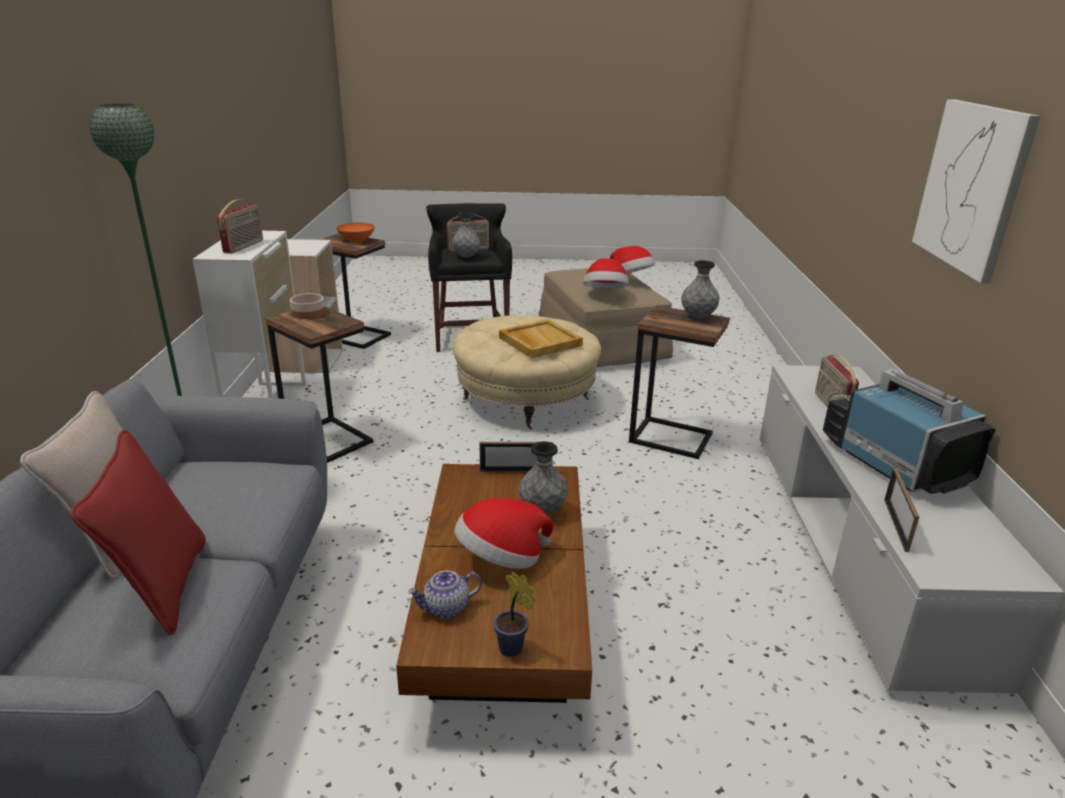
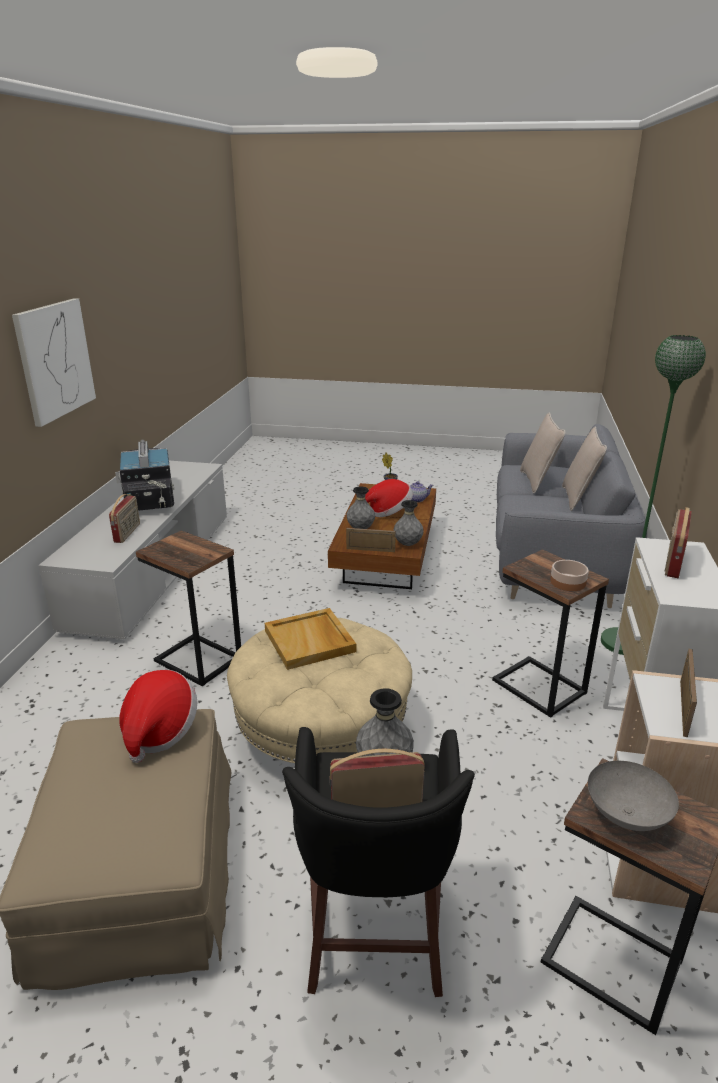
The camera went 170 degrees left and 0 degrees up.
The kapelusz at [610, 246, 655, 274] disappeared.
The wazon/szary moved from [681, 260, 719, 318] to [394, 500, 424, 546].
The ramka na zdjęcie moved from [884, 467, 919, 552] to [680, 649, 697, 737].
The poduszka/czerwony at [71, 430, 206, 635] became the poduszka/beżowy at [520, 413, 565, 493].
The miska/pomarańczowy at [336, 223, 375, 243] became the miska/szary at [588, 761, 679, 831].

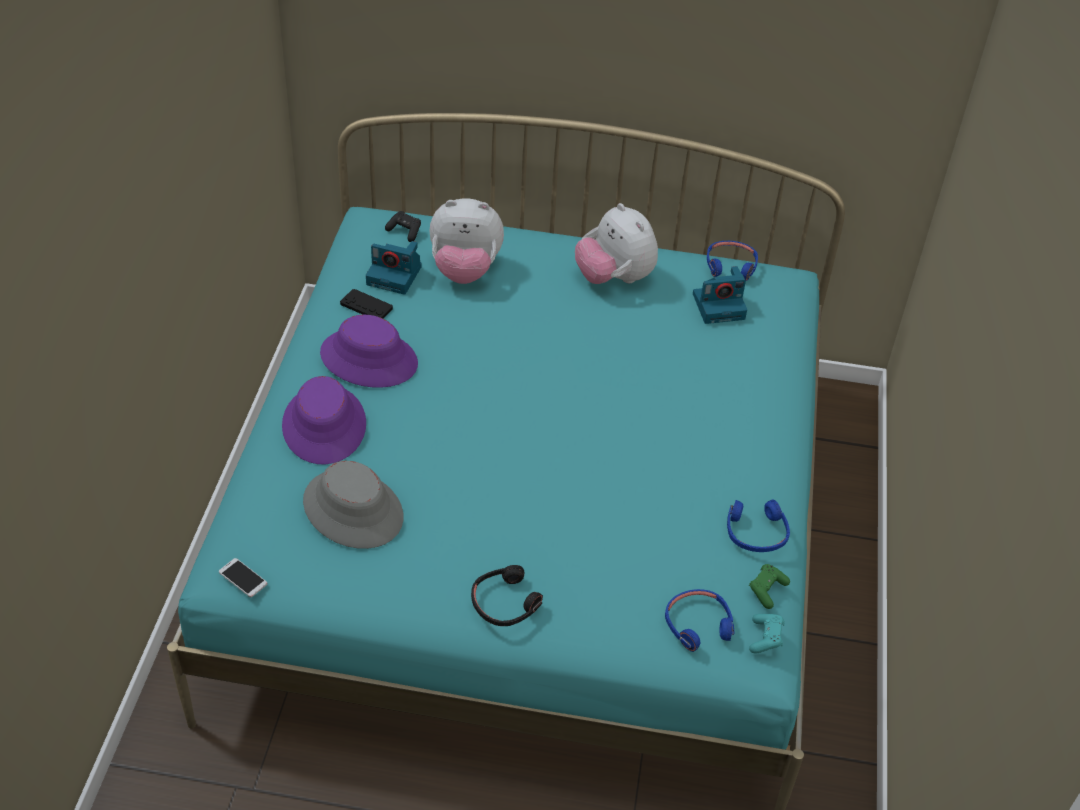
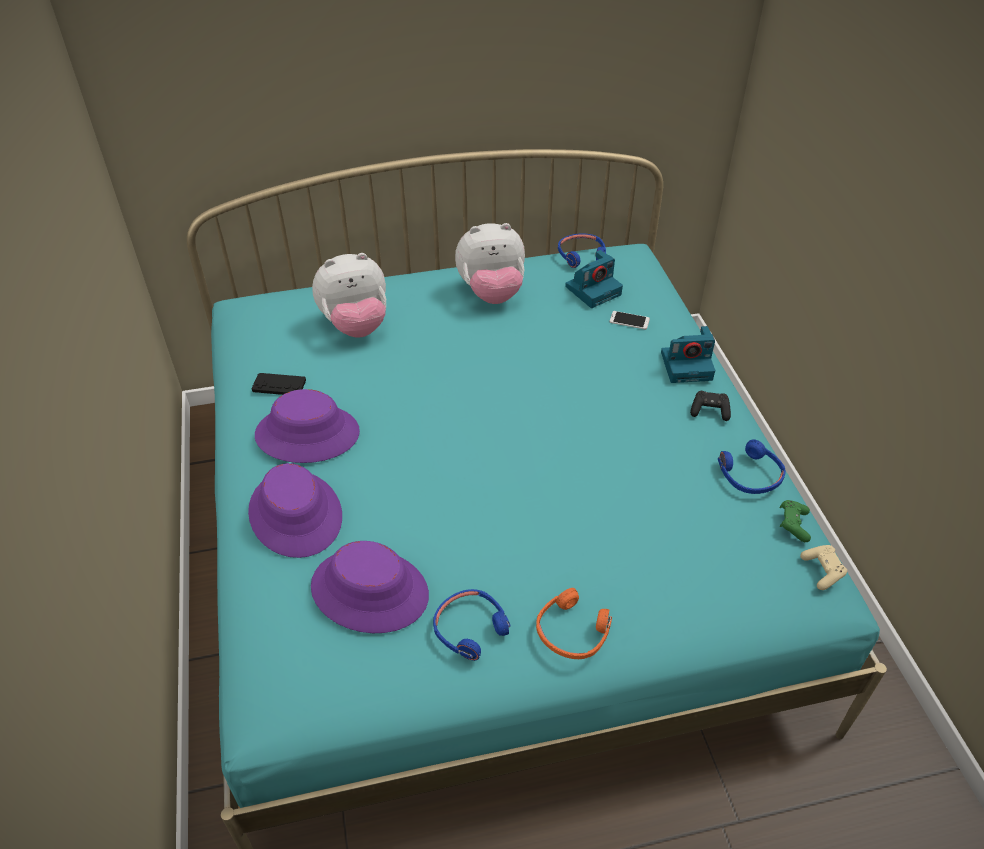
The camera went 20 degrees left and 0 degrees up.
The telefon moved from [219, 558, 267, 597] to [610, 311, 650, 329].
The aparat fotograficzny moved from [366, 241, 422, 295] to [661, 326, 715, 383].
The pad do gier/czarny moved from [385, 211, 421, 242] to [690, 391, 731, 421].
The słuchawki/niebieski moved from [665, 589, 734, 652] to [433, 589, 511, 661].
The kapelusz/szary at [303, 461, 403, 549] became the kapelusz/fioletowy at [311, 541, 429, 633].
The słuchawki/czarny at [471, 565, 543, 626] became the słuchawki/pomarańczowy at [536, 588, 612, 659].
The pad do gier/turkusowy at [749, 614, 784, 654] became the pad do gier/beżowy at [800, 545, 847, 590].
The pluszak at [575, 203, 658, 284] turned 45 degrees counterclockwise.

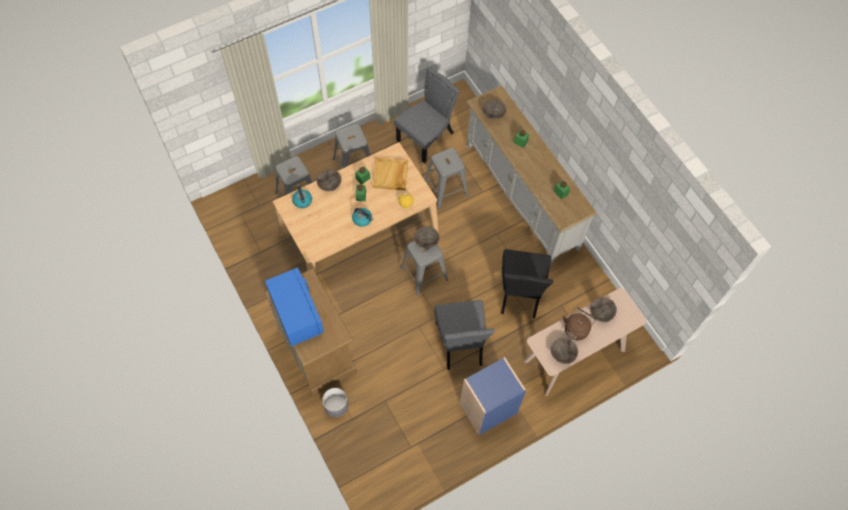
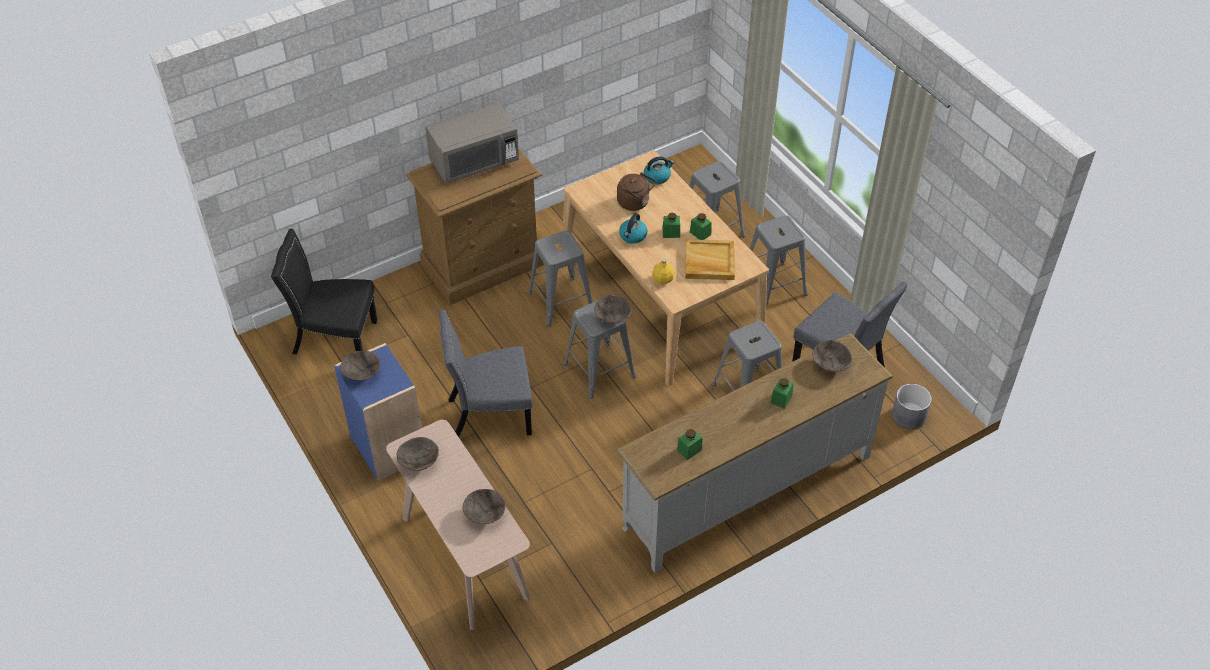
The camera went 90 degrees right and 15 degrees down.
The stołek/szary at [528, 231, 593, 327] appeared.
The miska/brązowy moved from [317, 170, 342, 191] to [340, 351, 380, 380].
The donica/szary moved from [322, 388, 348, 417] to [892, 384, 932, 429].
The krzesło/czarny moved from [501, 249, 553, 319] to [271, 229, 377, 354].
The czajnik/brązowy moved from [563, 307, 596, 341] to [617, 173, 656, 211].
The mikrofalówka/niebieski at [265, 267, 324, 346] became the mikrofalówka/szary at [425, 104, 519, 183].

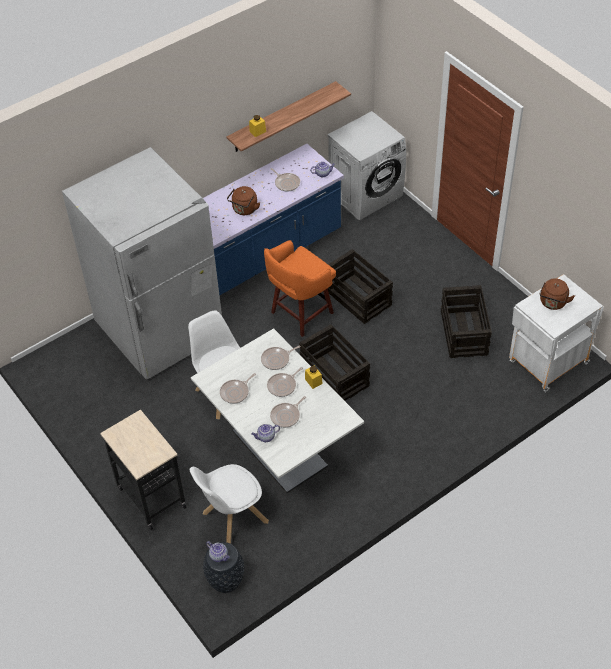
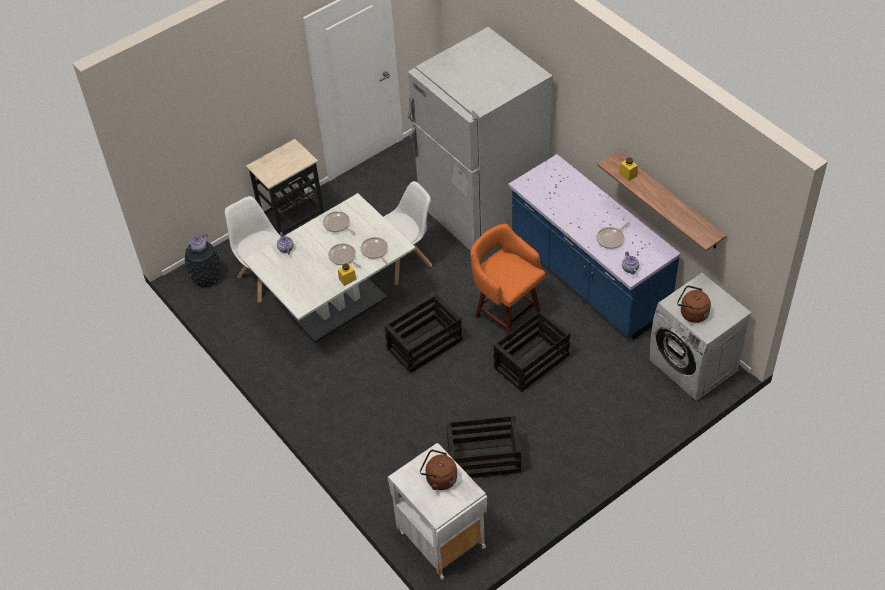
The camera went 90 degrees right and 0 degrees up.
The patelnia at [270, 396, 306, 428] disappeared.
The czajnik/brązowy moved from [227, 186, 260, 215] to [677, 285, 711, 323].

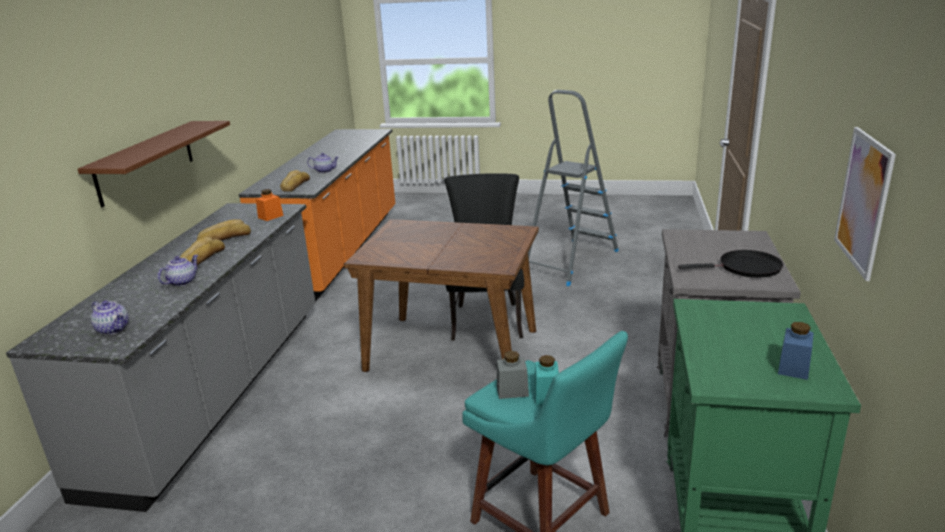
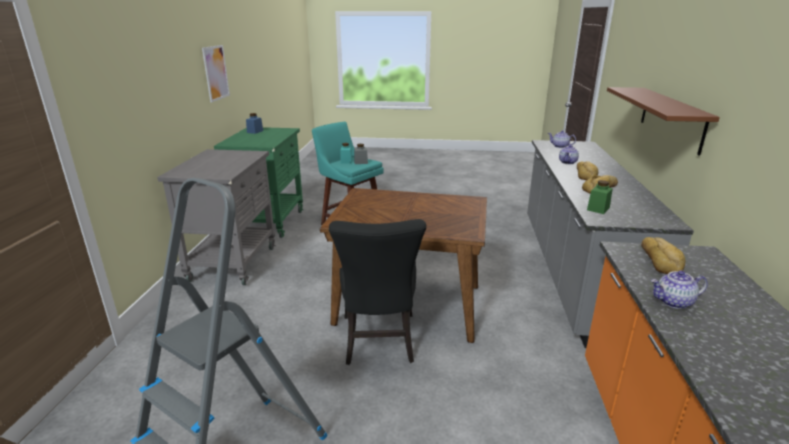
The camera went 175 degrees right and 0 degrees up.
The patelnia/czarny at [678, 250, 783, 278] disappeared.
The słoik/pomarańczowy at [256, 189, 283, 221] became the słoik/zielony at [587, 180, 613, 214].

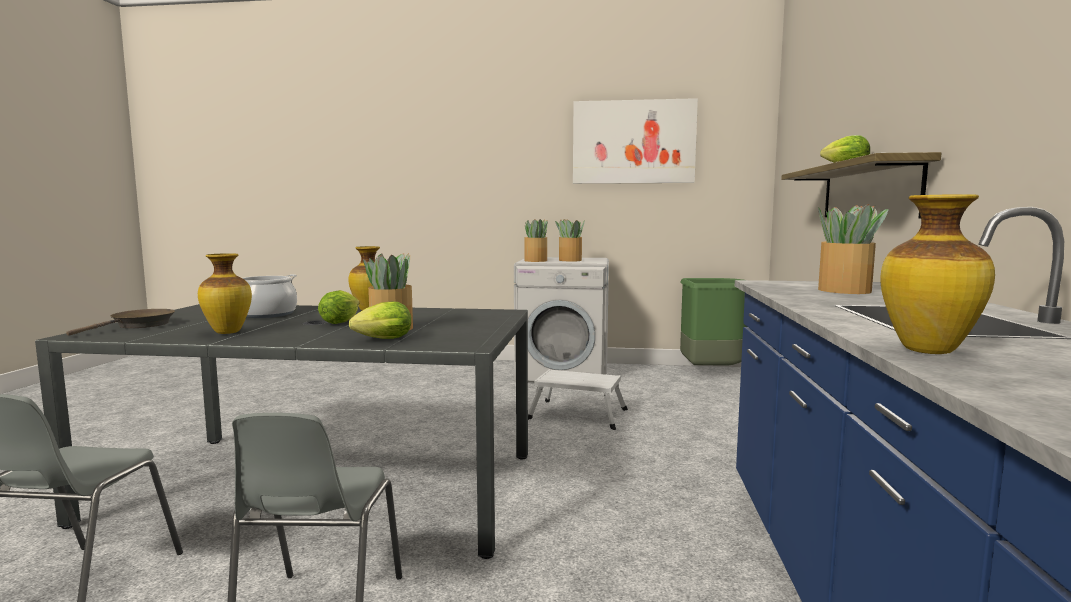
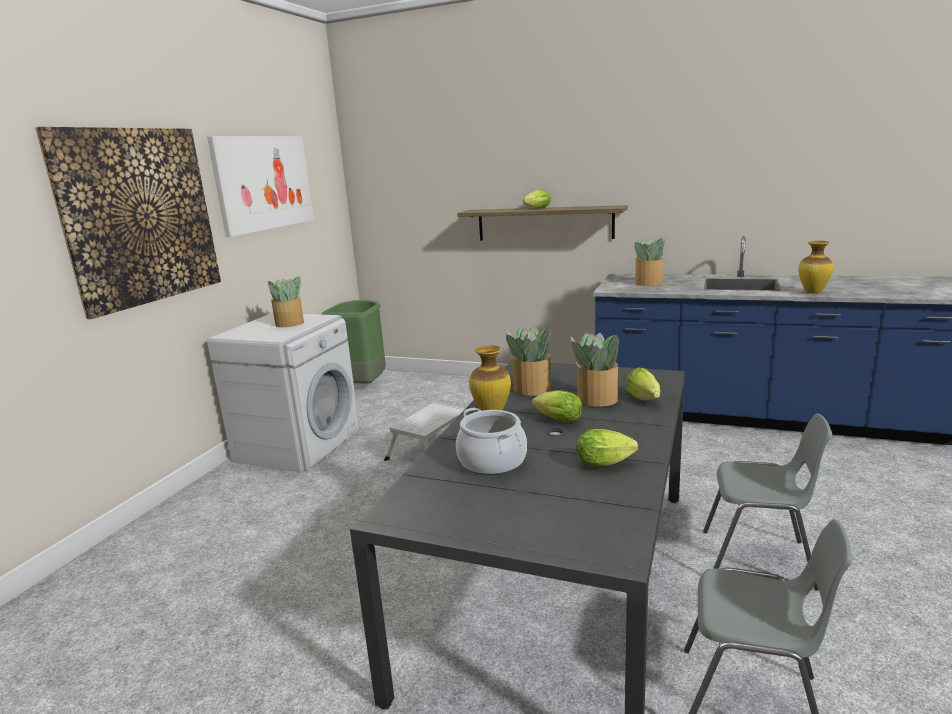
The camera went 75 degrees left and 10 degrees up.
The patelnia/brązowy at [66, 309, 175, 336] disappeared.
The obraz at [35, 127, 221, 319] appeared.
The roślina doniczkowa moved from [524, 219, 548, 262] to [506, 326, 551, 396].
The wazon at [198, 253, 252, 334] was replaced by the sałata at [577, 429, 638, 466].

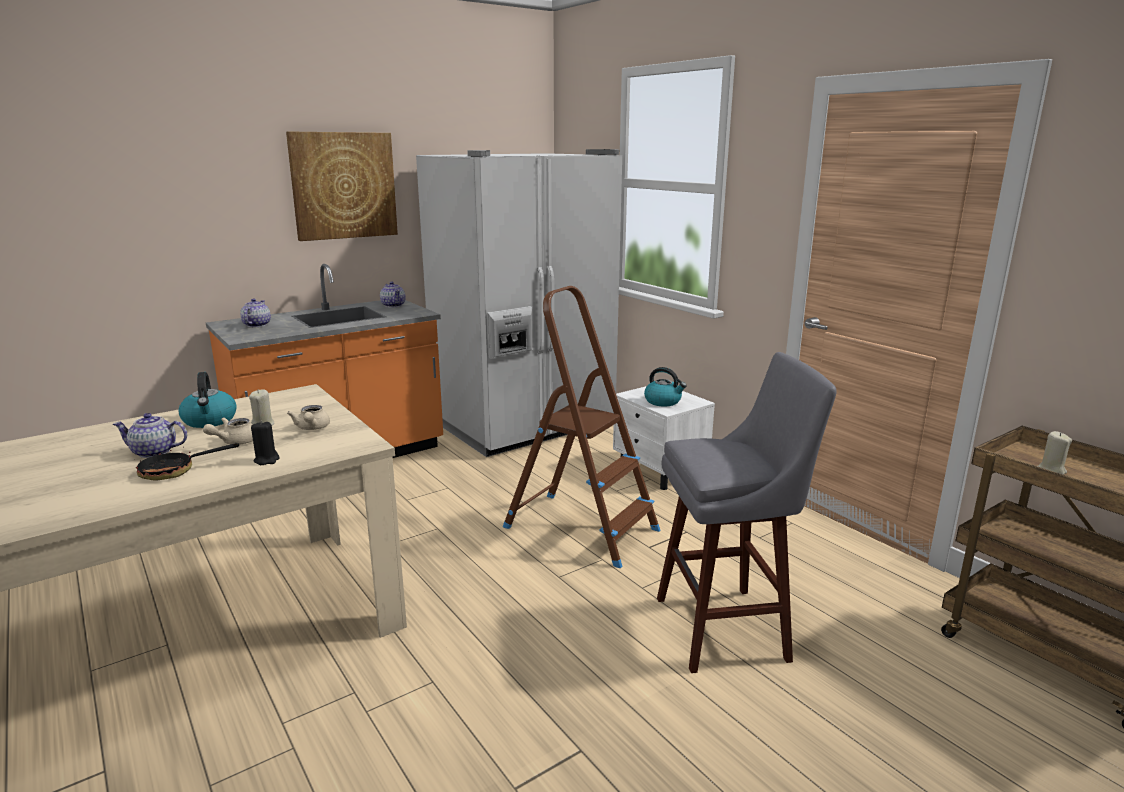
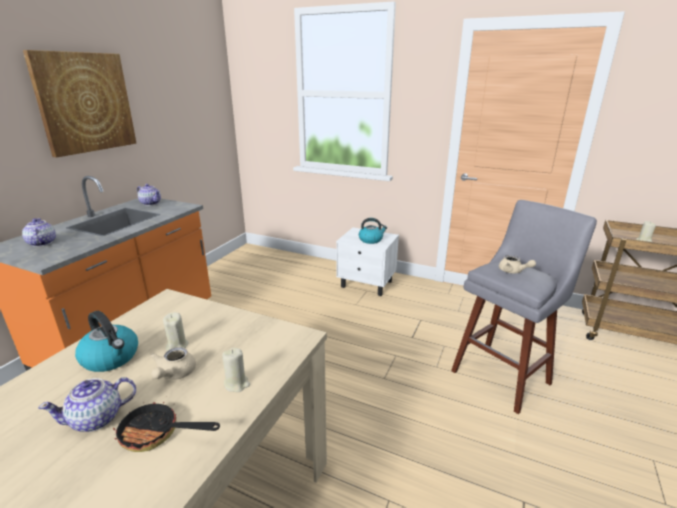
The camera went 30 degrees left and 5 degrees up.
The lodówka/biały at [416, 149, 622, 457] disappeared.
The drabinka/brązowy at [503, 286, 660, 568] disappeared.
The imbryk/beżowy moved from [287, 405, 330, 430] to [499, 255, 536, 274].
The świeca/czarny at [251, 421, 280, 465] became the świeca/beżowy at [222, 348, 250, 392].
The patelnia at [134, 442, 239, 480] turned 60 degrees clockwise.

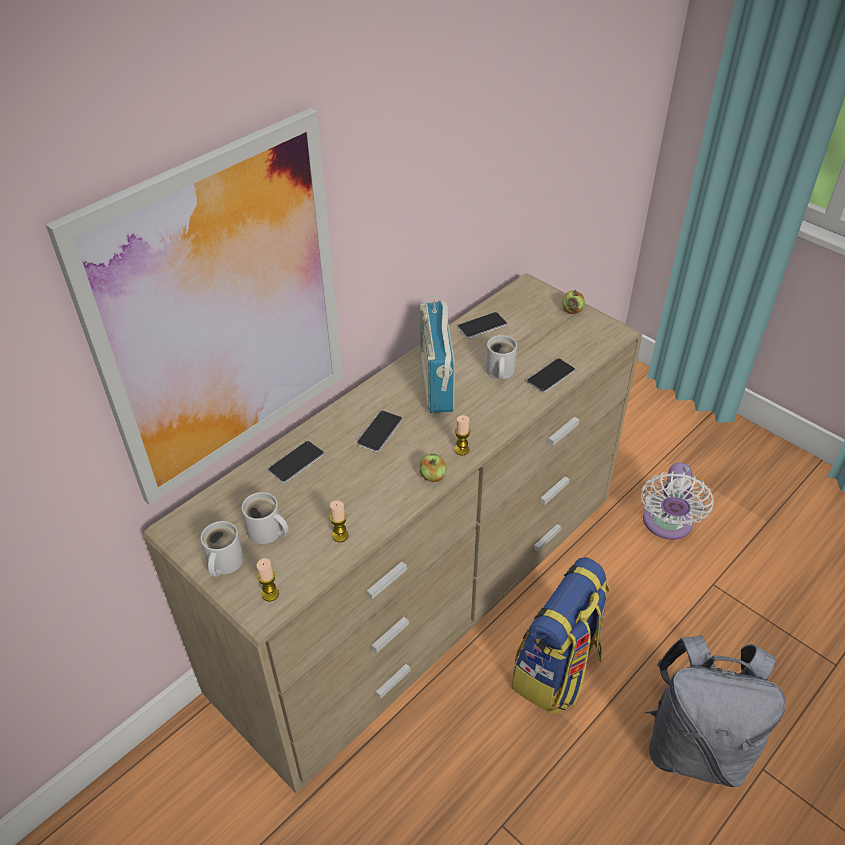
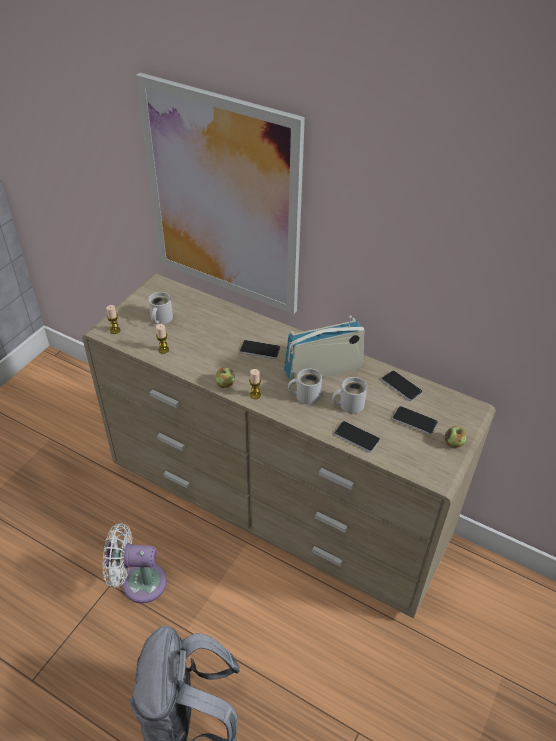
The camera went 75 degrees right and 0 degrees up.
The plecak at [512, 557, 610, 715] disappeared.
The kubek/biały moved from [201, 521, 244, 577] to [288, 368, 322, 405].
The telefon moved from [268, 441, 324, 483] to [392, 406, 438, 435].
The wentylator/biały moved from [641, 462, 714, 540] to [102, 523, 167, 603].

